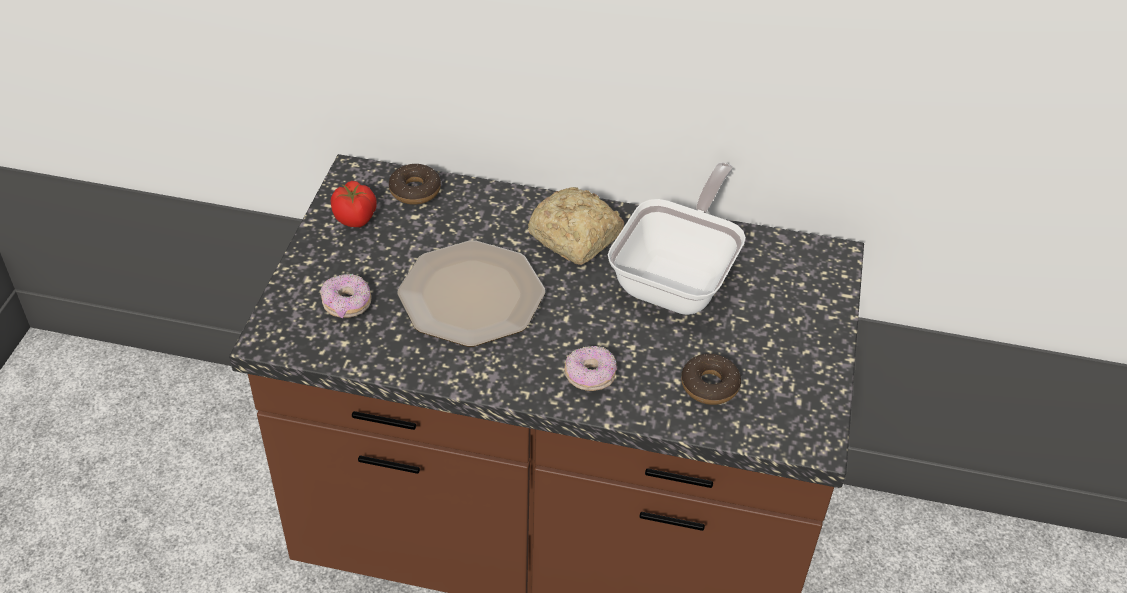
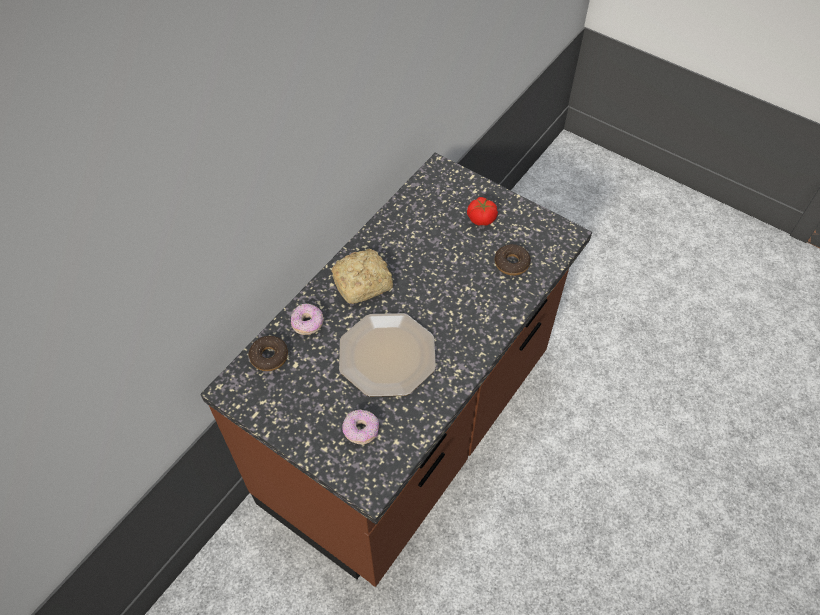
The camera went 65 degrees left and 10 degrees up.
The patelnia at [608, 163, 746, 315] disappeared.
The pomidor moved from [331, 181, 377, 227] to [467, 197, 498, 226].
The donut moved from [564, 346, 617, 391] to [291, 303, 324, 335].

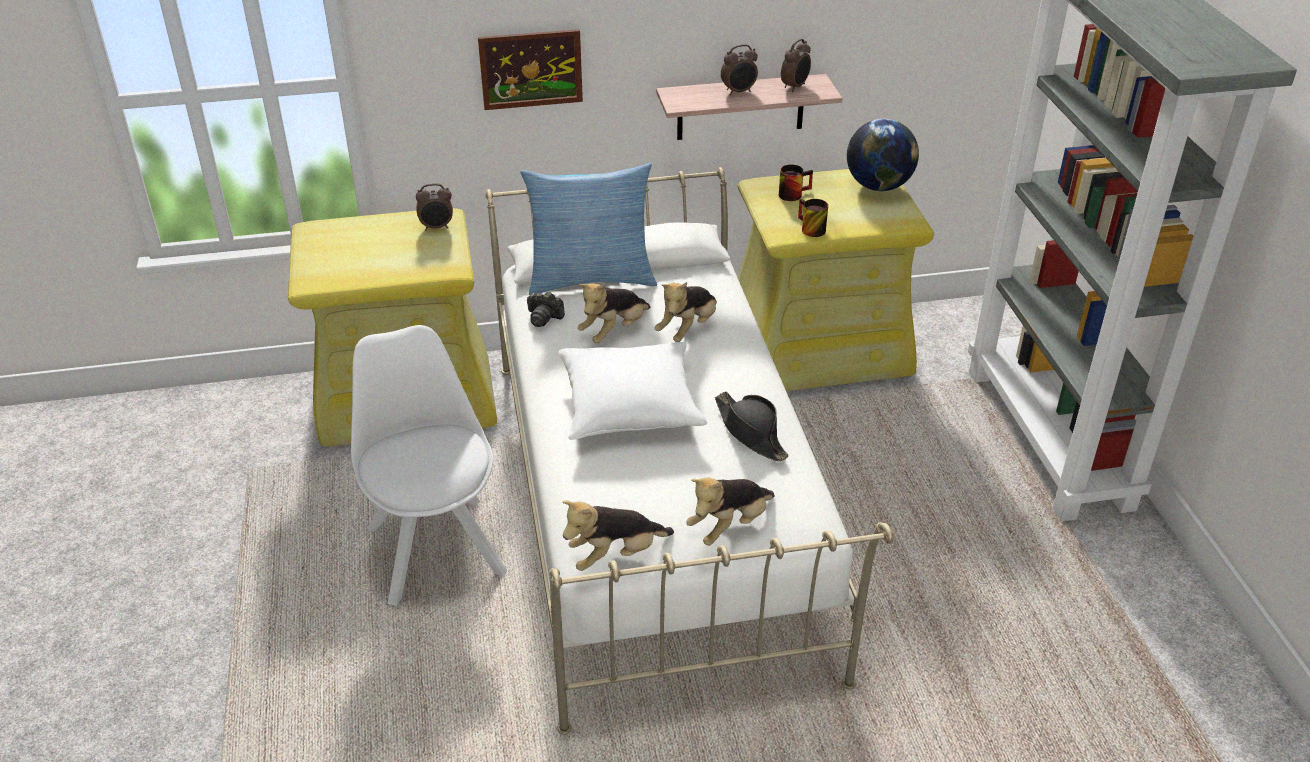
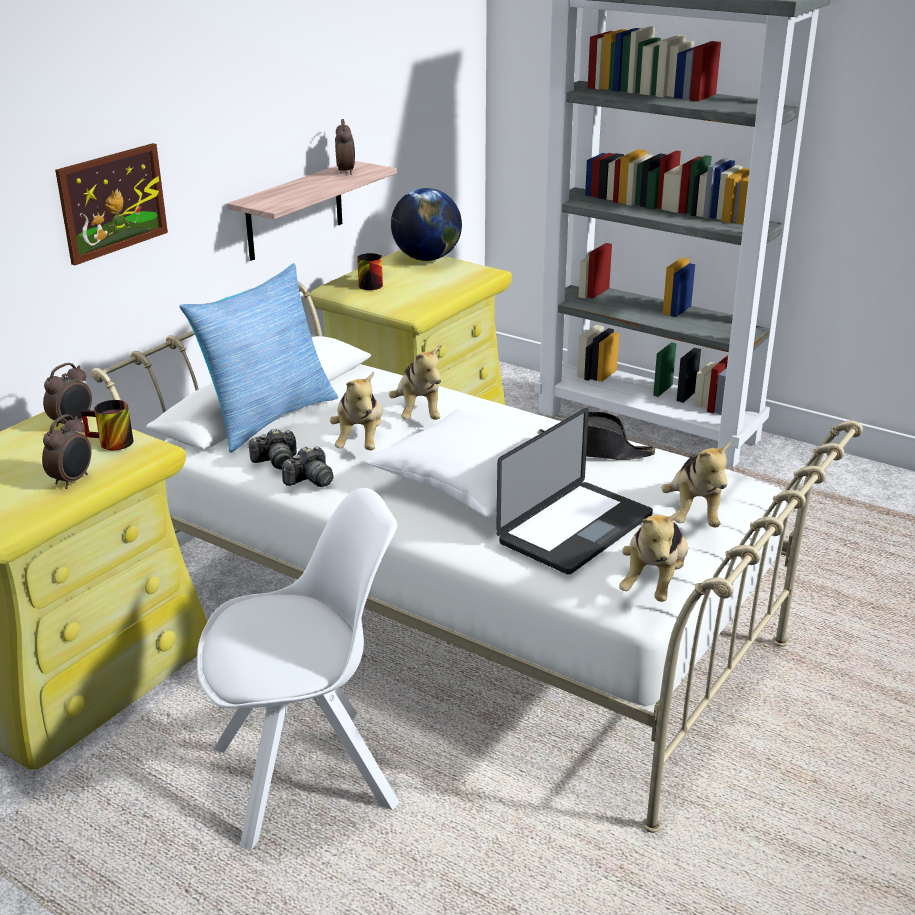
The camera went 45 degrees left and 10 degrees down.
The aparat fotograficzny at [282, 446, 333, 487] appeared.
The laptop at [496, 408, 653, 574] appeared.
The budzik moved from [721, 44, 758, 95] to [42, 414, 91, 489].
The kubek moved from [798, 199, 828, 237] to [81, 400, 133, 450].
The krzesło/biały at [351, 325, 507, 606] turned 135 degrees clockwise.

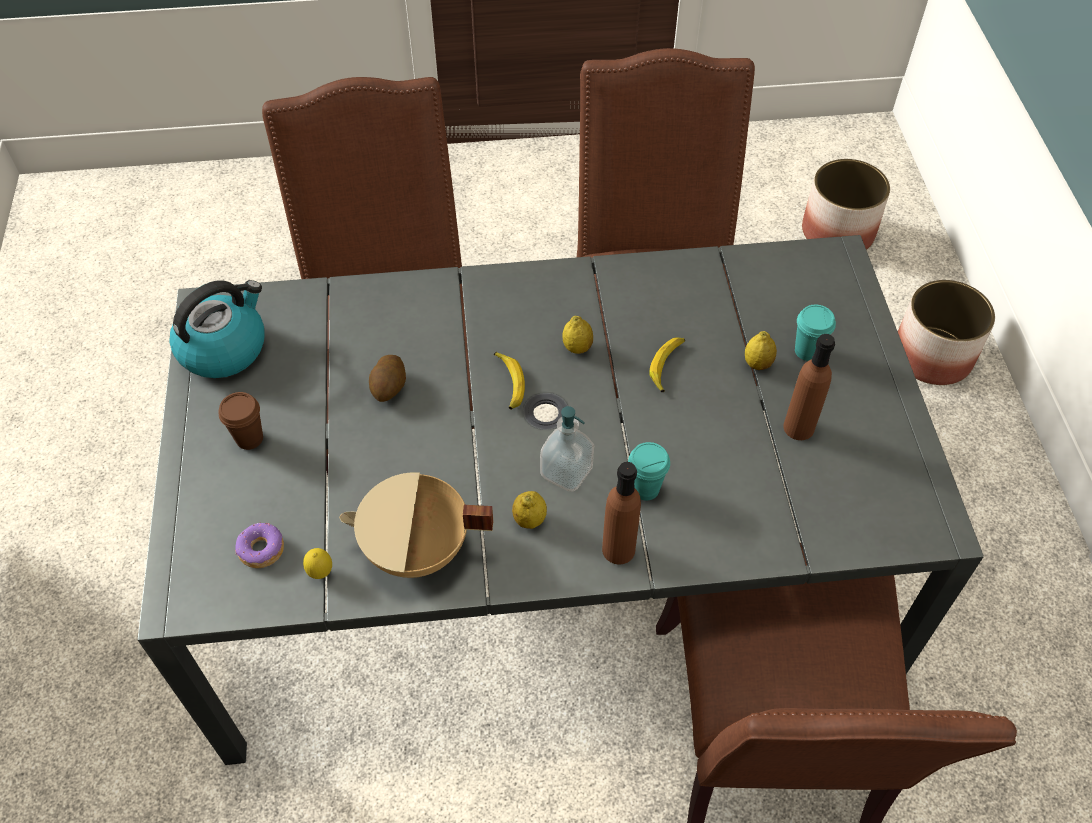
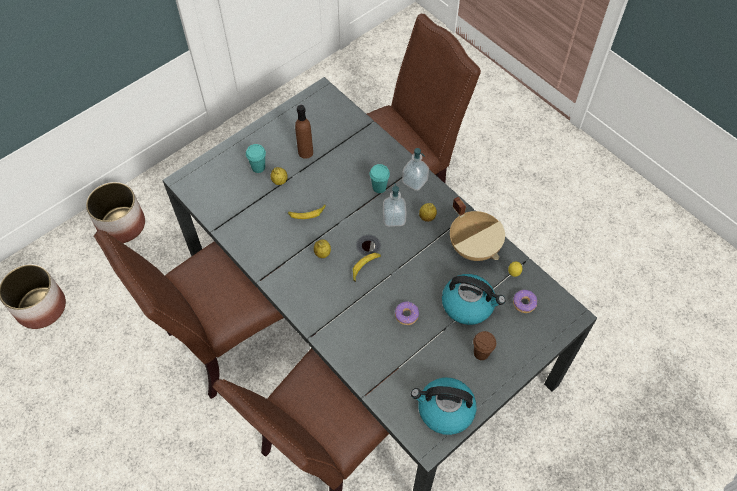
The camera went 125 degrees left and 5 degrees up.
The czajnik at [442, 274, 505, 325] appeared.
The ziemniak at [369, 355, 406, 402] was replaced by the donut at [395, 302, 419, 325].
The butelka/brązowy at [602, 462, 641, 565] was replaced by the dozownik mydła at [402, 148, 429, 191].

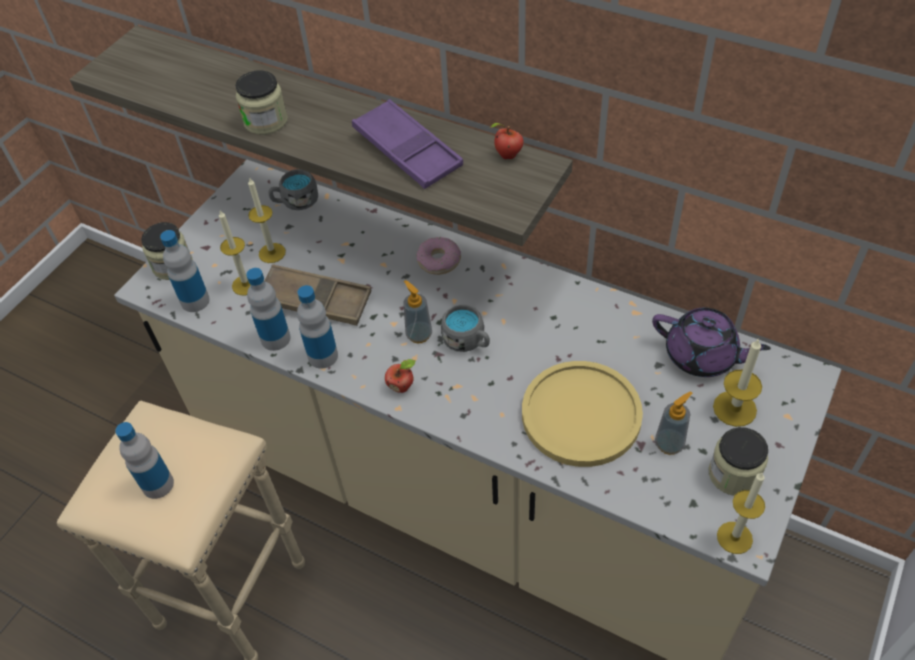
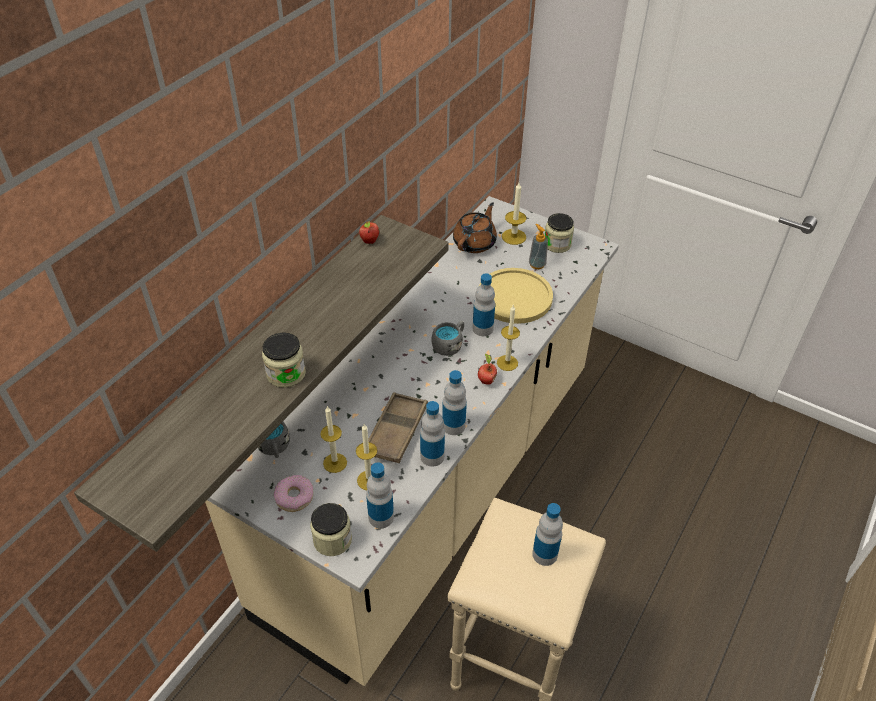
The camera went 90 degrees left and 5 degrees down.
The taca/fioletowy at [352, 99, 463, 189] disappeared.
The dozownik mydła at [403, 280, 432, 343] disappeared.
The butelka at [473, 273, 495, 336] appeared.
The donut moved from [417, 237, 461, 275] to [274, 475, 313, 512].
The świeca moved from [717, 473, 765, 554] to [497, 305, 520, 371].
The imbryk/fioletowy at [652, 308, 771, 377] became the imbryk/brązowy at [453, 202, 497, 253].

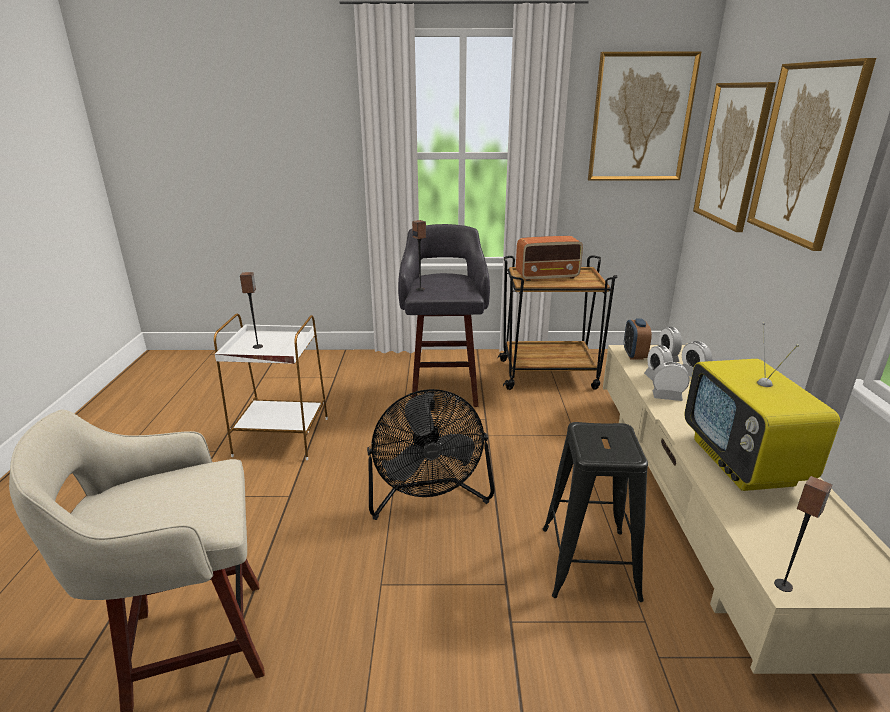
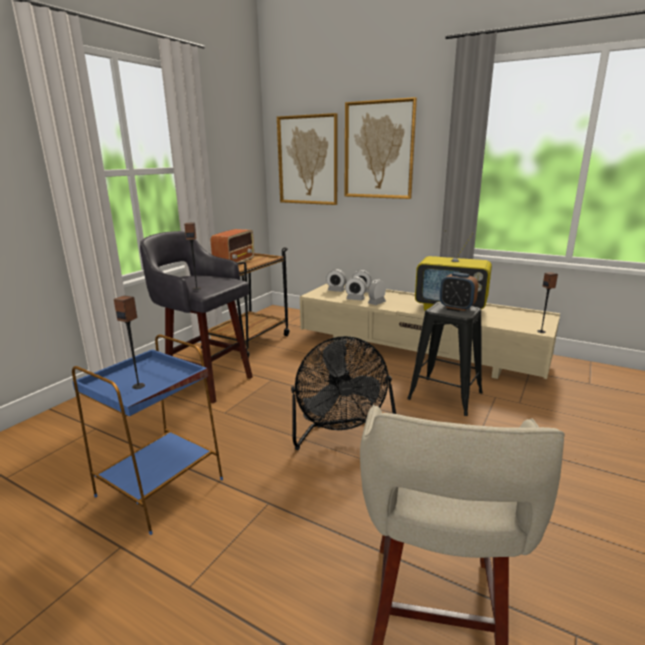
The camera went 60 degrees left and 5 degrees down.
The obraz at [588, 51, 702, 181] disappeared.
The budzik moved from [624, 318, 652, 360] to [440, 272, 478, 311].
The stolik/biały at [214, 314, 328, 460] became the stolik/niebieski at [72, 334, 223, 535].
The wentylator/czarny at [367, 389, 495, 520] turned 60 degrees clockwise.

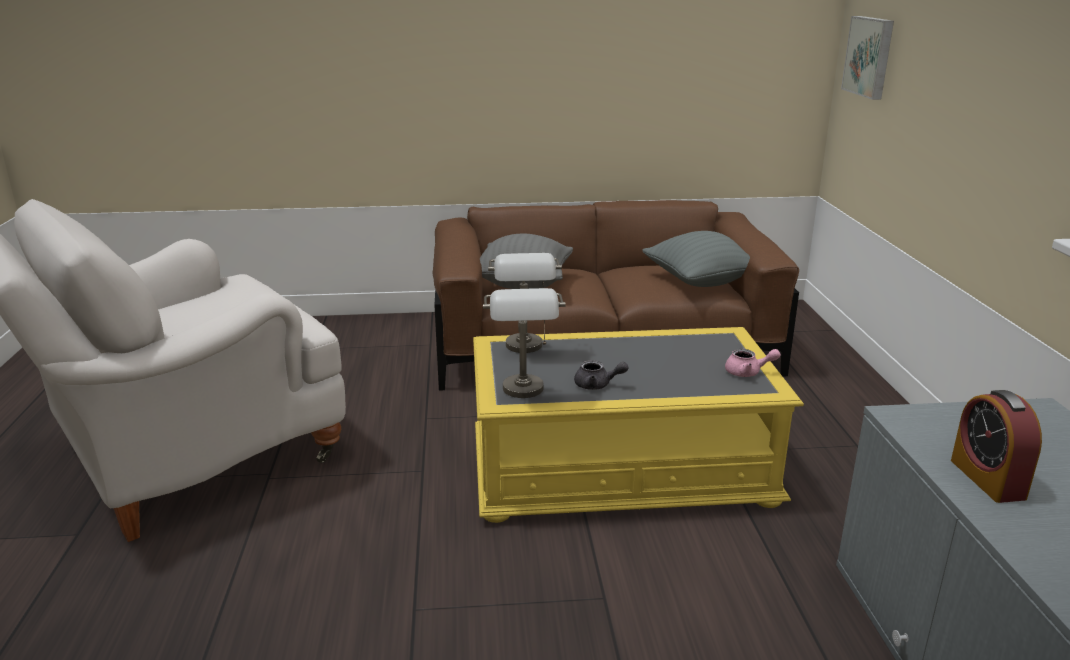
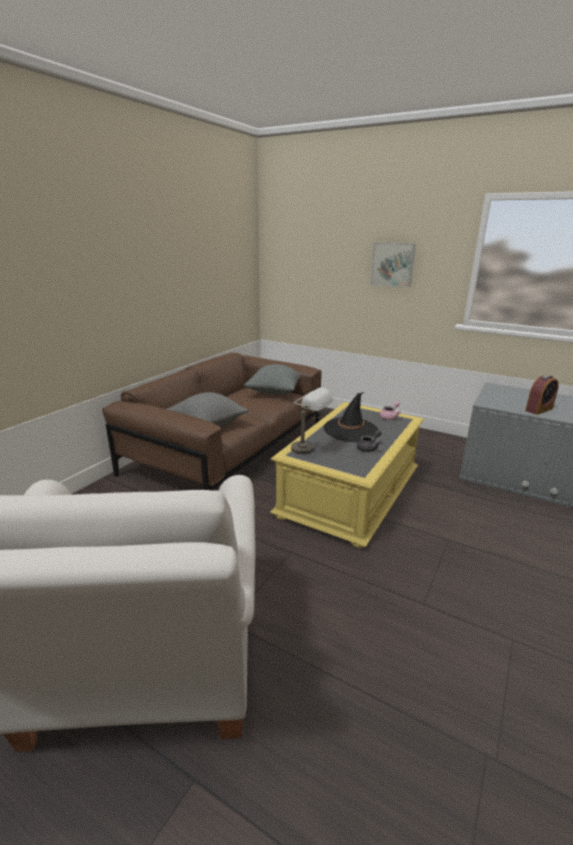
The camera went 55 degrees left and 0 degrees up.
The lampa stołowa/szary at [483, 288, 565, 398] disappeared.
The kapelusz/czarny at [324, 392, 378, 442] appeared.
The obraz moved from [841, 16, 894, 100] to [370, 243, 416, 288].
The budzik at [951, 390, 1042, 503] turned 60 degrees counterclockwise.

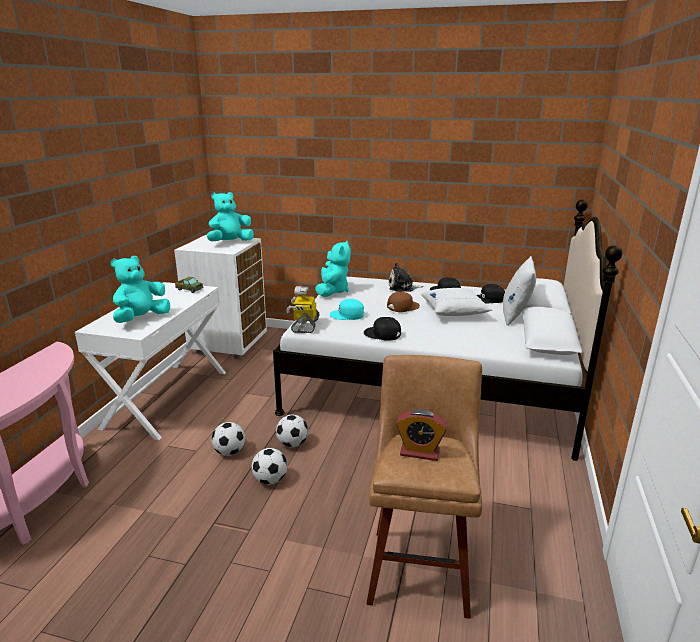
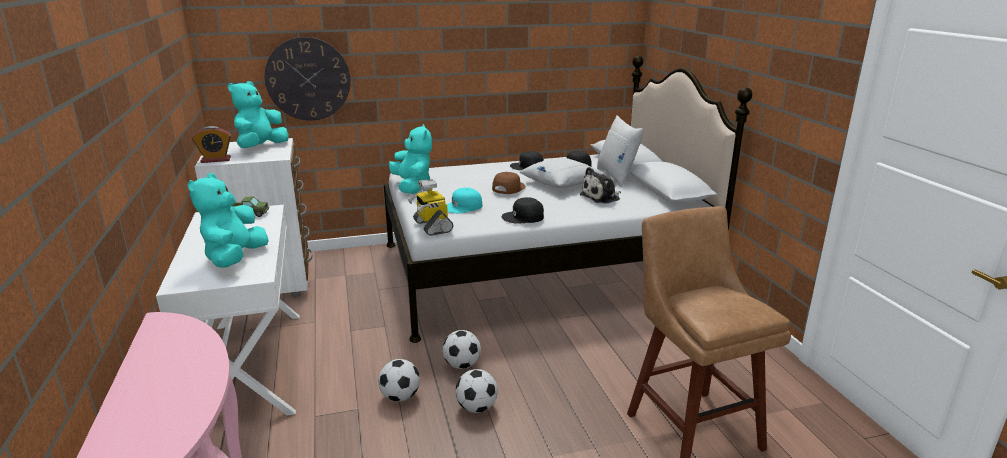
The camera went 30 degrees left and 0 degrees up.
The zegar ścienny at [265, 37, 350, 120] appeared.
The pluszak moved from [389, 262, 423, 292] to [580, 167, 621, 204].
The budzik moved from [396, 409, 447, 461] to [192, 126, 231, 163].

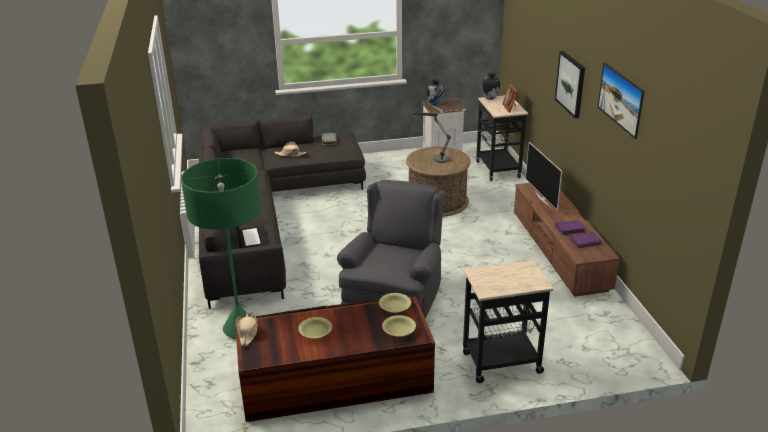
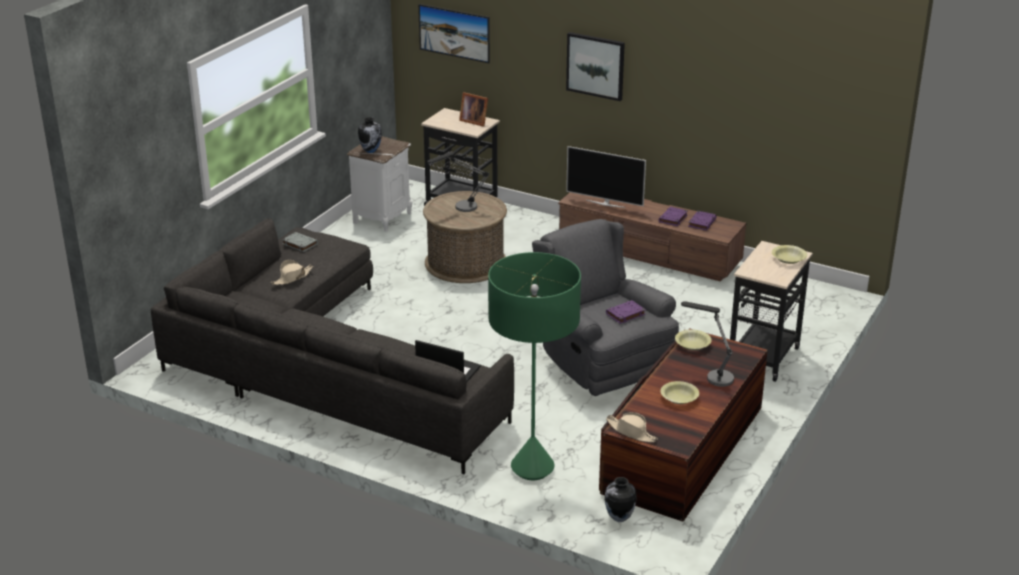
The camera went 50 degrees left and 0 degrees up.
The książka/fioletowy at [606, 300, 646, 324] appeared.
The lampa stołowa at [681, 301, 734, 387] appeared.
The miska/żółty moved from [382, 315, 416, 337] to [772, 245, 807, 264].
The wazon moved from [482, 73, 500, 100] to [605, 477, 637, 522].
The obraz moved from [598, 63, 644, 139] to [418, 4, 490, 63].

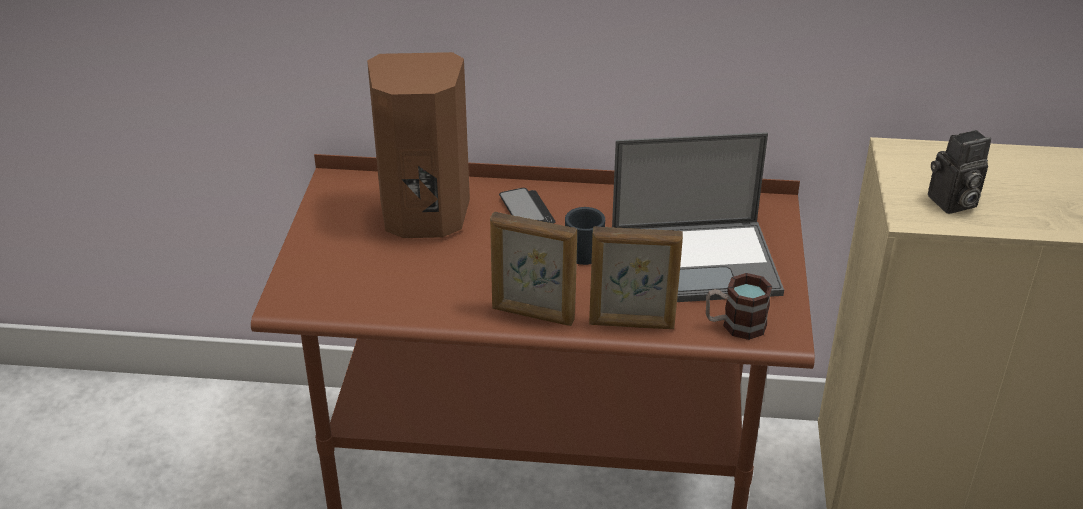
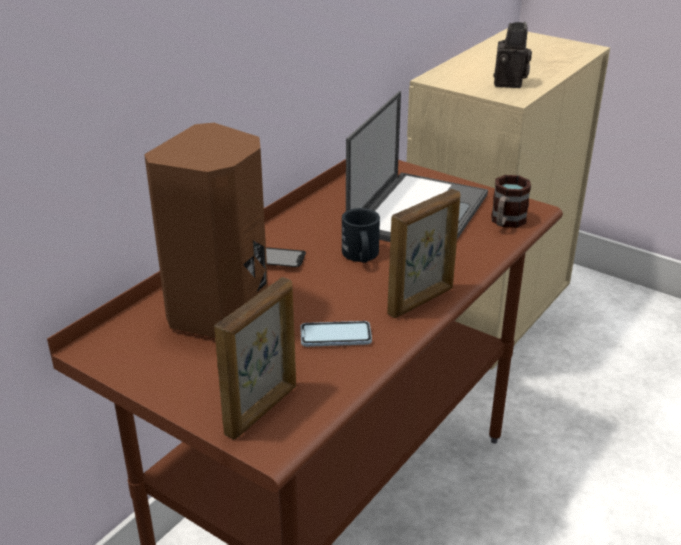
The camera went 60 degrees left and 5 degrees down.
The telefon at [300, 321, 372, 347] appeared.
The ramka na zdjęcie moved from [589, 226, 683, 329] to [214, 277, 296, 440].

